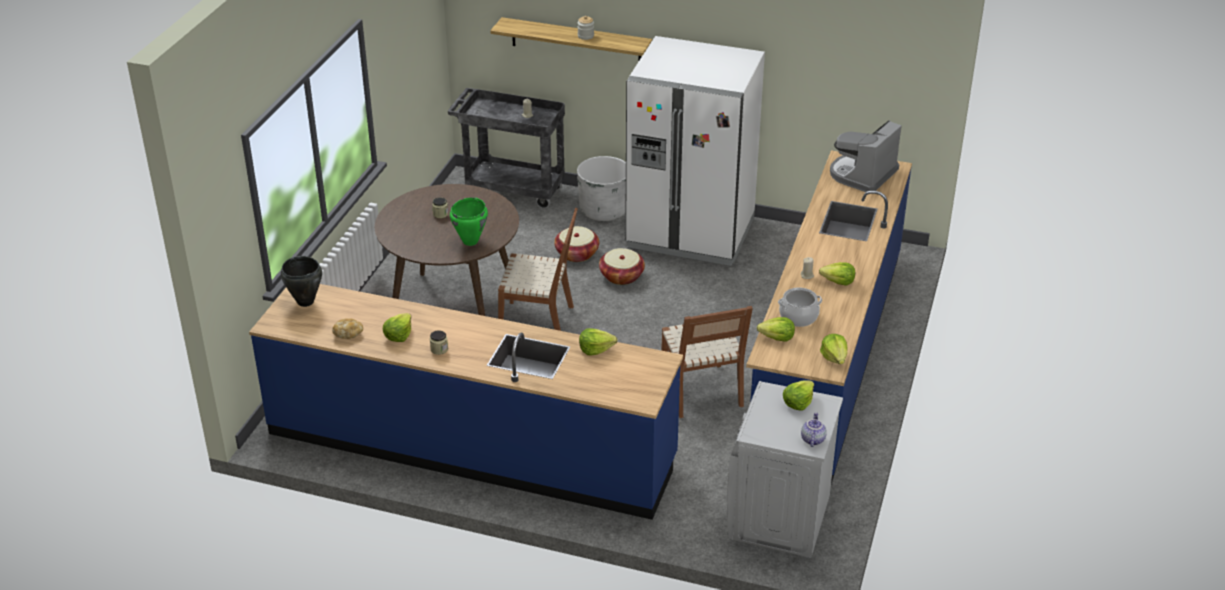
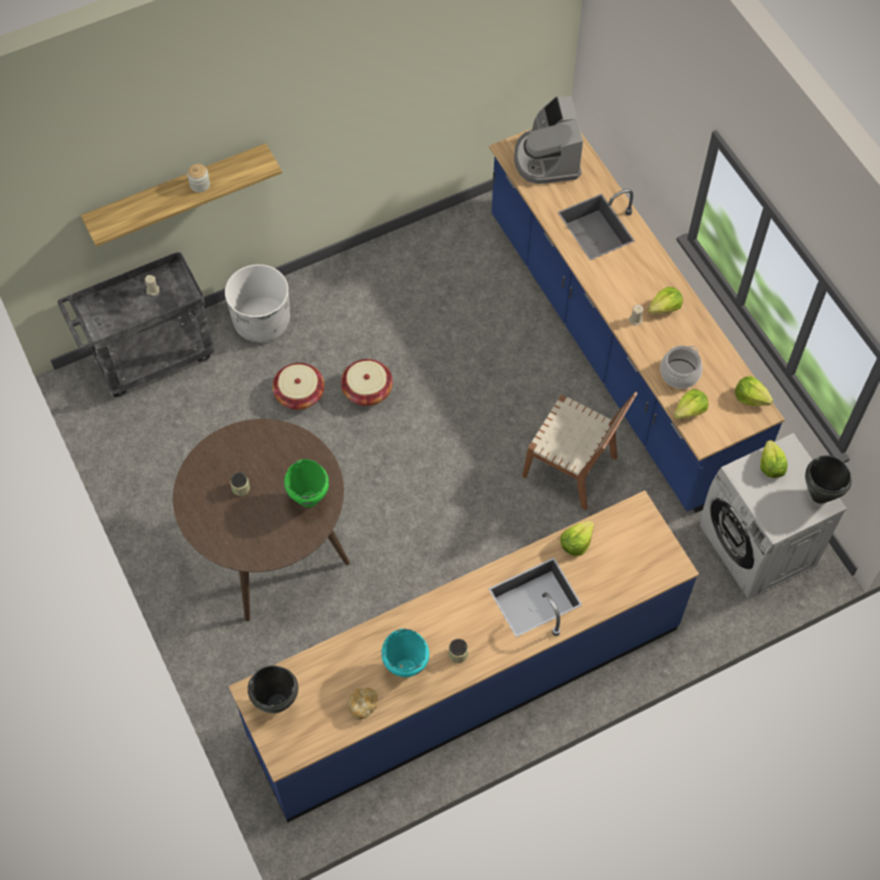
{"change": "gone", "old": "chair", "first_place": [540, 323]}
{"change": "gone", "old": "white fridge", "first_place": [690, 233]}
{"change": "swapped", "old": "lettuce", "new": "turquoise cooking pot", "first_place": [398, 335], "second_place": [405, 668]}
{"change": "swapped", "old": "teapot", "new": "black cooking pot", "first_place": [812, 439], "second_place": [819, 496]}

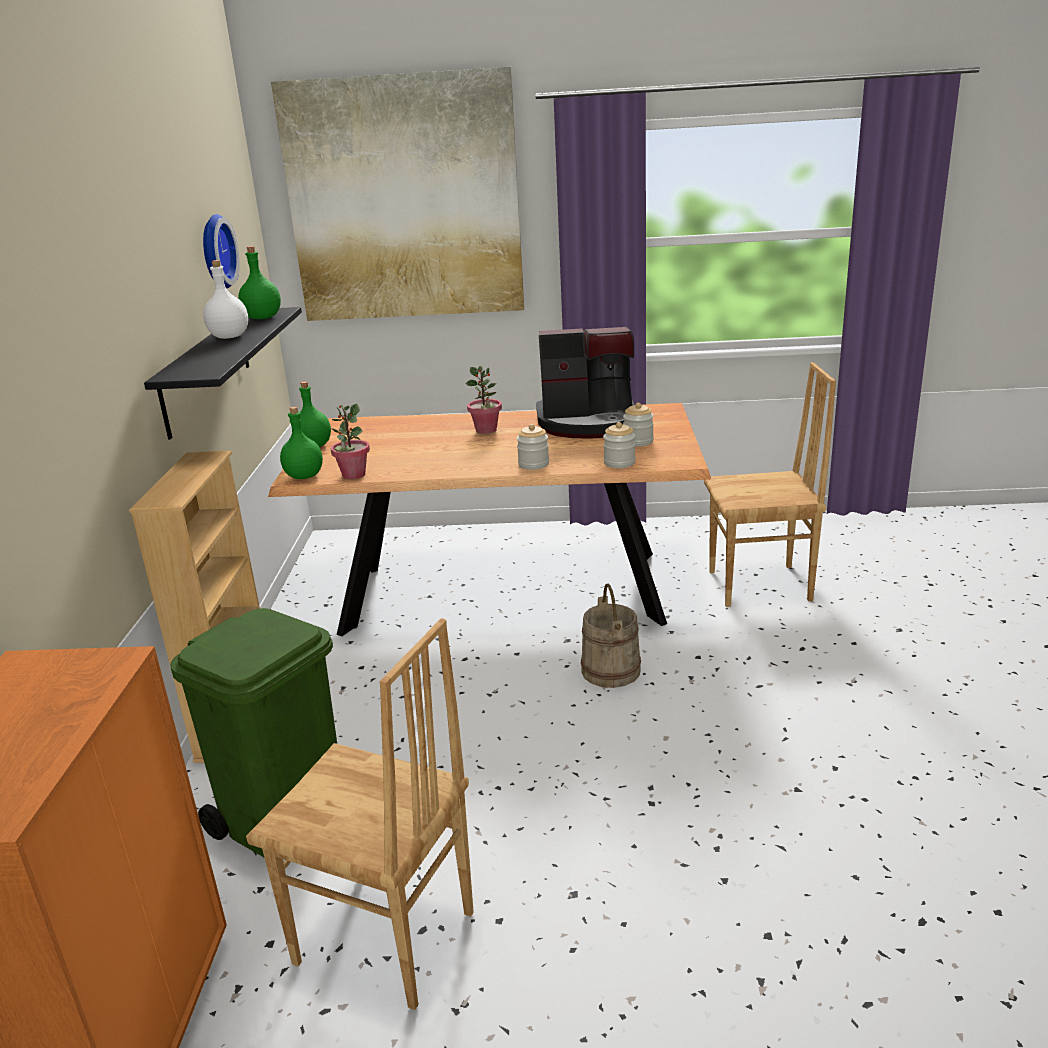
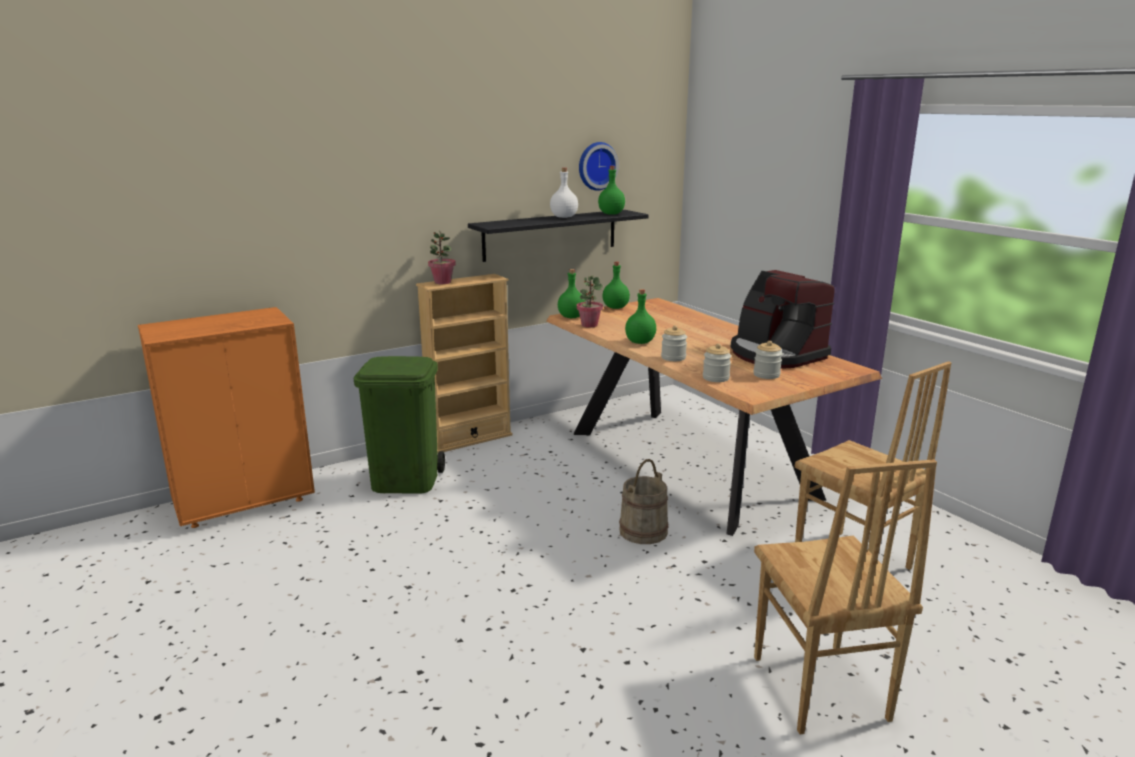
{"change": "gone", "old": "picture", "first_place": [404, 199]}
{"change": "new", "new": "green bottle", "second_place": [639, 342]}
{"change": "shifted", "old": "brown chair", "first_place": [384, 941], "second_place": [817, 689]}
{"change": "shifted", "old": "potted plant", "first_place": [486, 430], "second_place": [442, 282]}

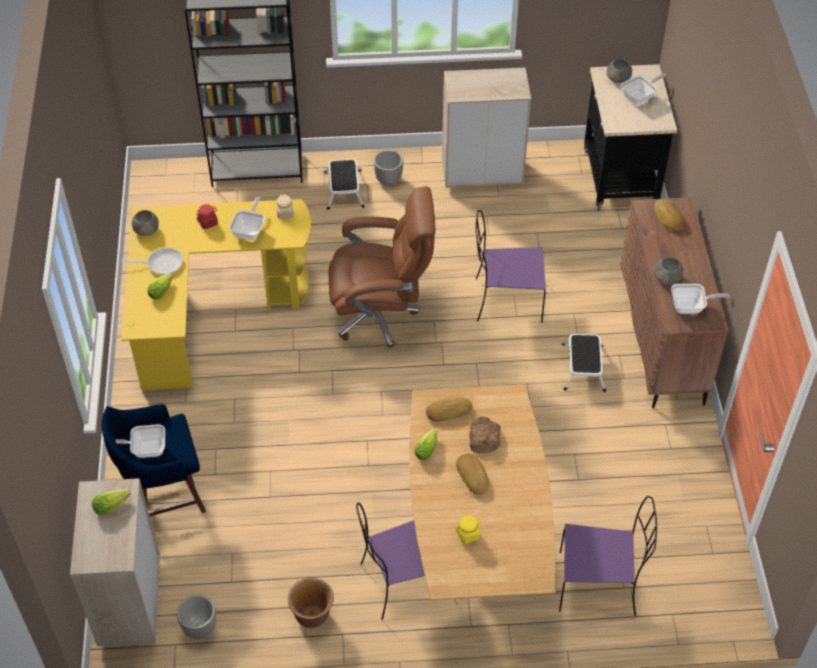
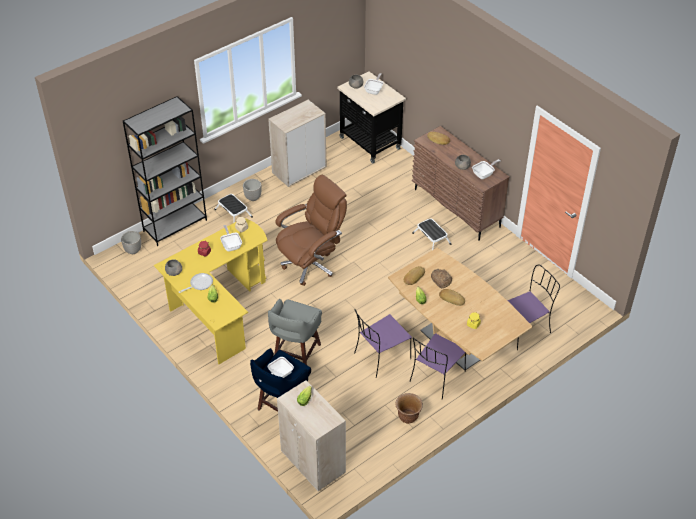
{"change": "new", "new": "grey stool", "second_place": [296, 354]}
{"change": "shifted", "old": "planter", "first_place": [200, 628], "second_place": [133, 250]}
{"change": "shifted", "old": "purple chair", "first_place": [506, 300], "second_place": [381, 357]}

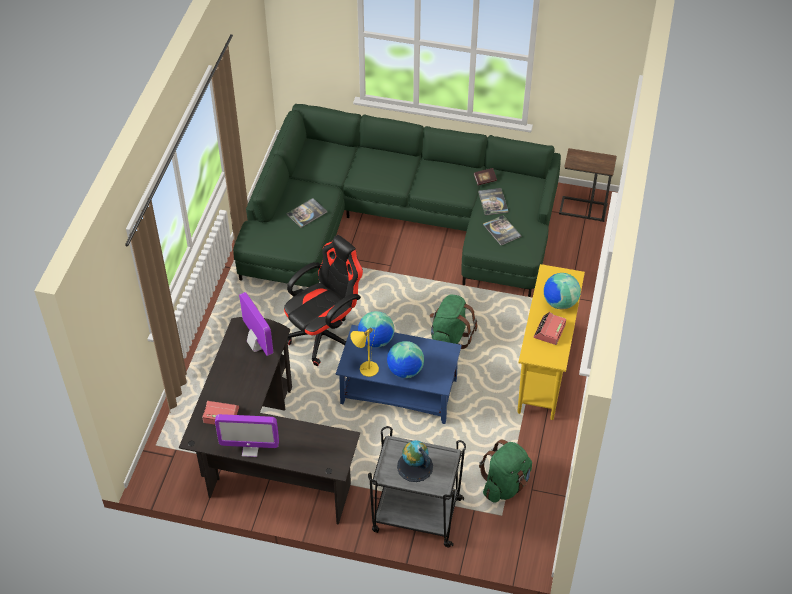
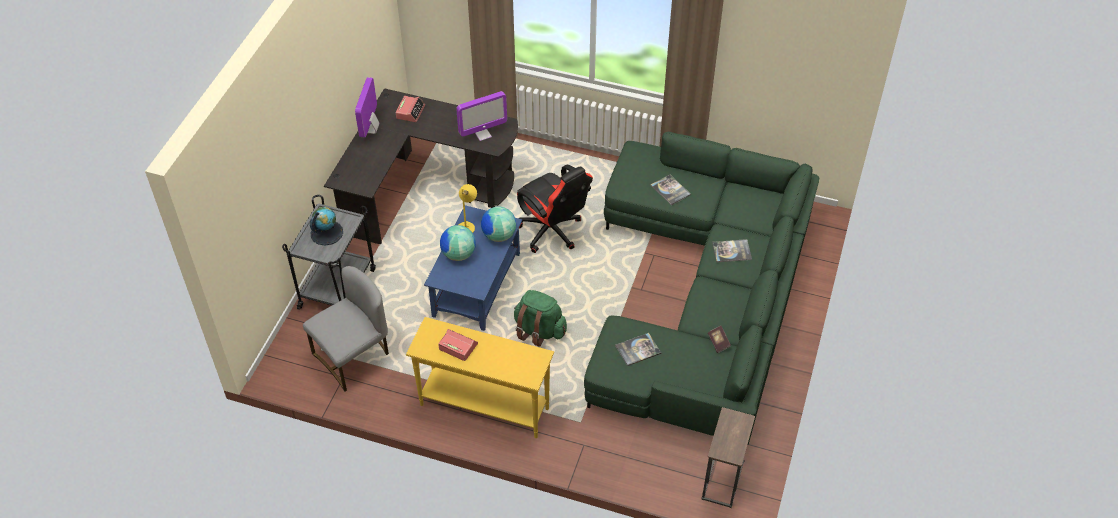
{"change": "gone", "old": "globe", "first_place": [559, 302]}
{"change": "shifted", "old": "book", "first_place": [493, 202], "second_place": [731, 251]}
{"change": "swapped", "old": "green backpack", "new": "grey chair", "first_place": [505, 484], "second_place": [353, 357]}

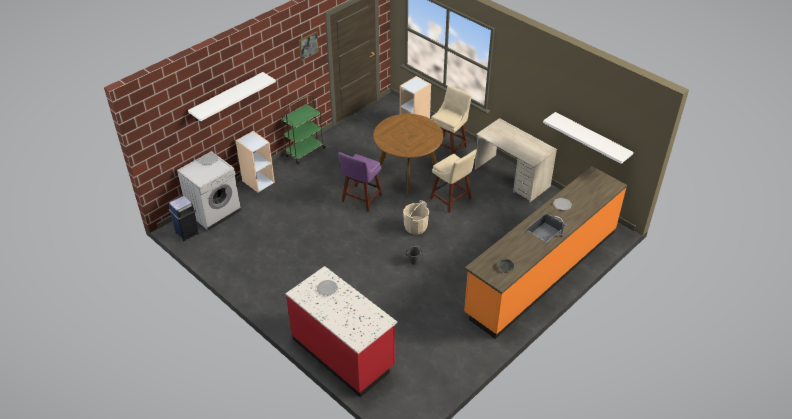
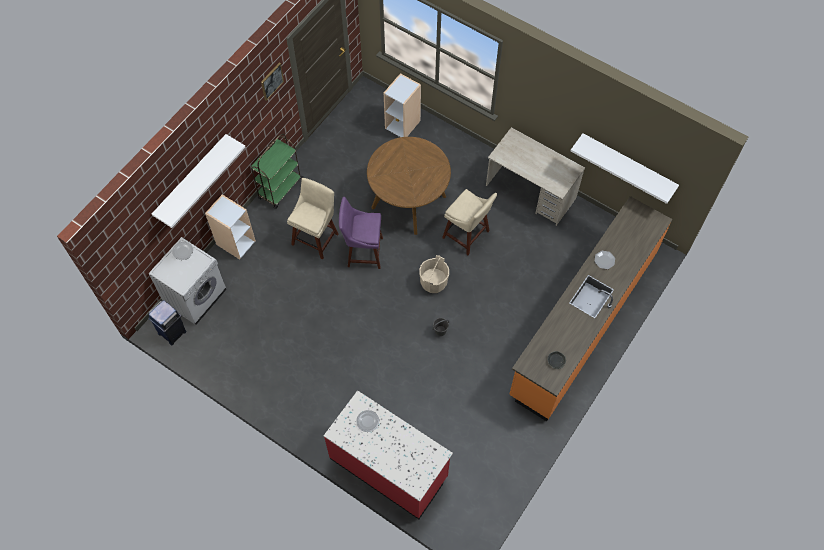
{"change": "shifted", "old": "beige chair", "first_place": [449, 146], "second_place": [316, 237]}
{"change": "rotated", "old": "purple chair", "first_place": [360, 199], "second_place": [362, 251], "degrees": 75}

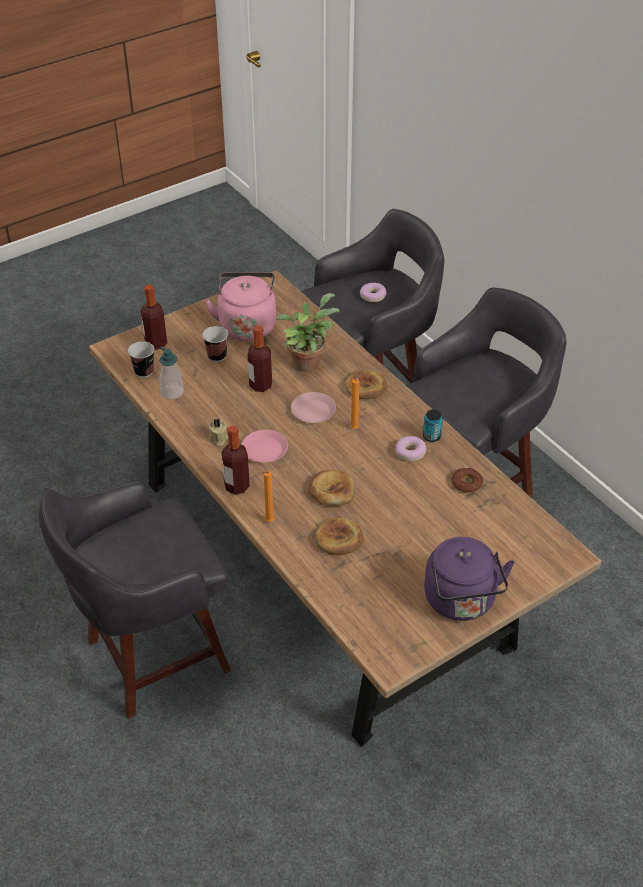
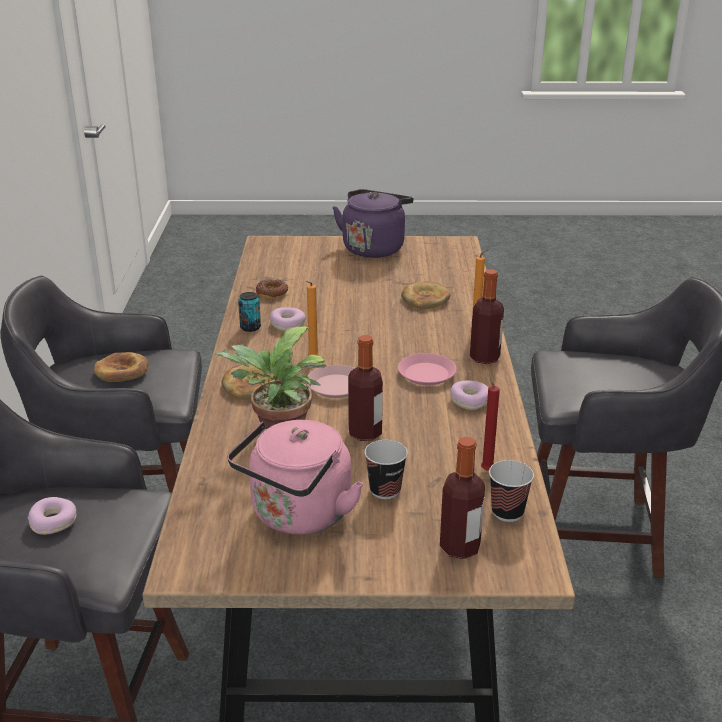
{"change": "shifted", "old": "bread", "first_place": [331, 491], "second_place": [122, 371]}
{"change": "swapped", "old": "soap dispenser", "new": "red candle", "first_place": [172, 392], "second_place": [486, 469]}
{"change": "swapped", "old": "beige candle", "new": "donut", "first_place": [218, 439], "second_place": [469, 400]}

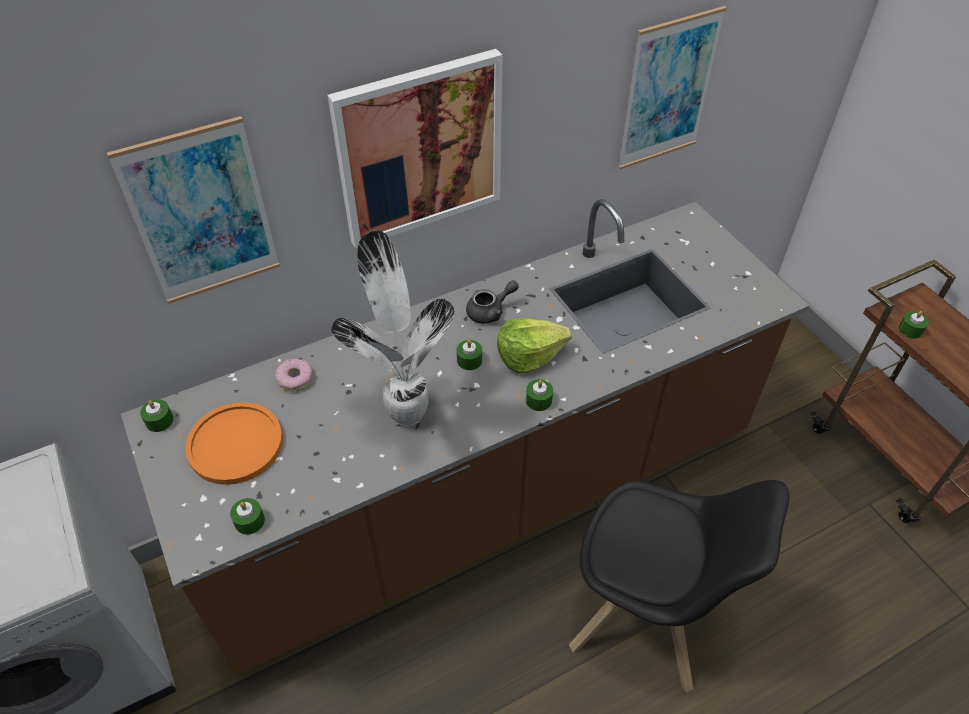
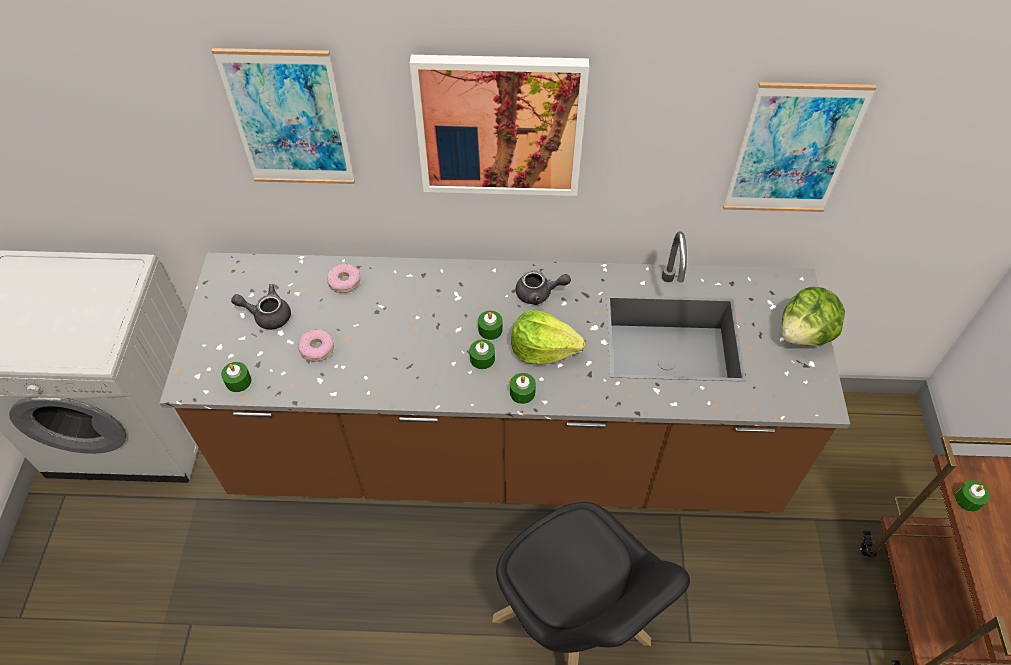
{"change": "gone", "old": "potted plant", "first_place": [407, 411]}
{"change": "new", "new": "donut", "second_place": [317, 349]}
{"change": "new", "new": "lettuce", "second_place": [805, 334]}
{"change": "shifted", "old": "green candle", "first_place": [159, 421], "second_place": [482, 359]}
{"change": "swapped", "old": "orange plate", "new": "grey teapot", "first_place": [235, 444], "second_place": [267, 315]}

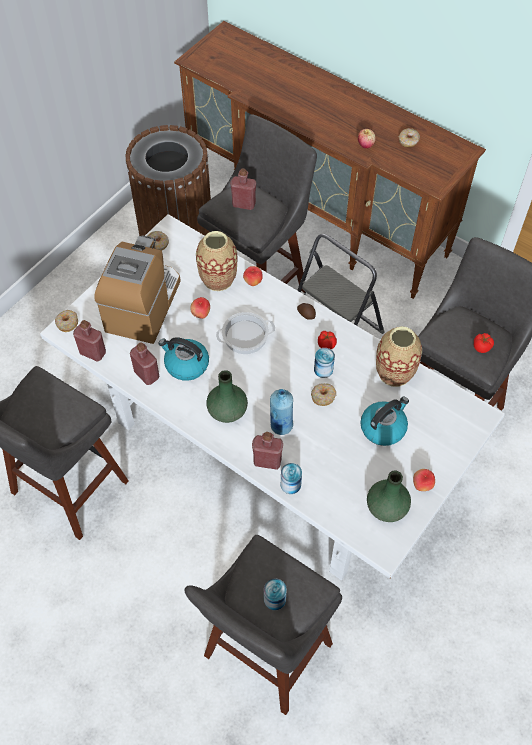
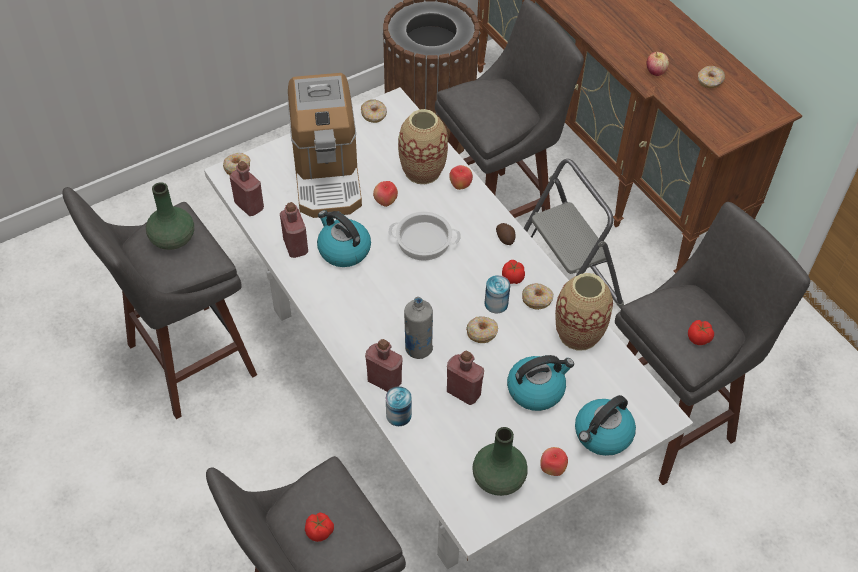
{"change": "new", "new": "donut", "second_place": [537, 299]}
{"change": "new", "new": "kettle", "second_place": [602, 435]}
{"change": "shifted", "old": "green vase", "first_place": [228, 411], "second_place": [173, 239]}
{"change": "shifted", "old": "red bottle", "first_place": [243, 204], "second_place": [463, 392]}
{"change": "swapped", "old": "can", "new": "tomato", "first_place": [274, 599], "second_place": [320, 531]}
{"change": "repainted", "old": "blue bottle", "new": "grey bottle", "first_place": [281, 426], "second_place": [418, 348]}
{"change": "rotated", "old": "coffee machine", "first_place": [143, 305], "second_place": [327, 174], "degrees": 135}

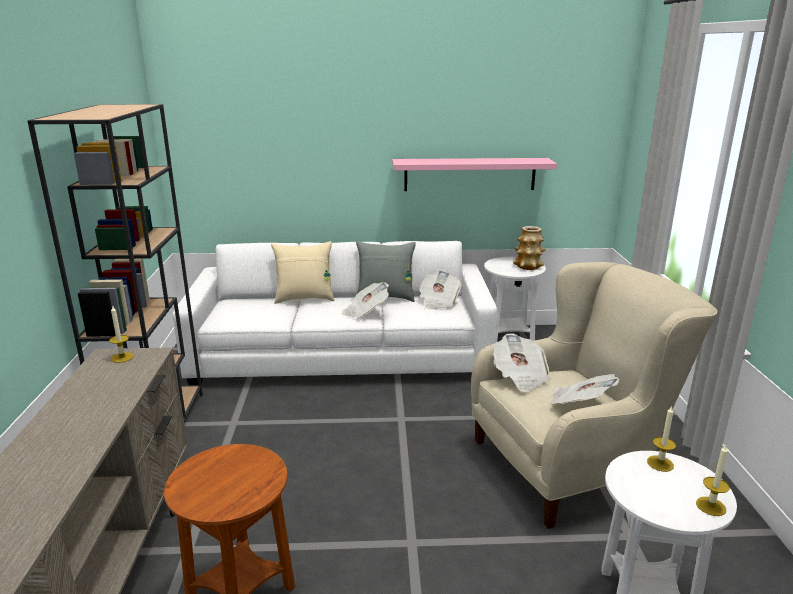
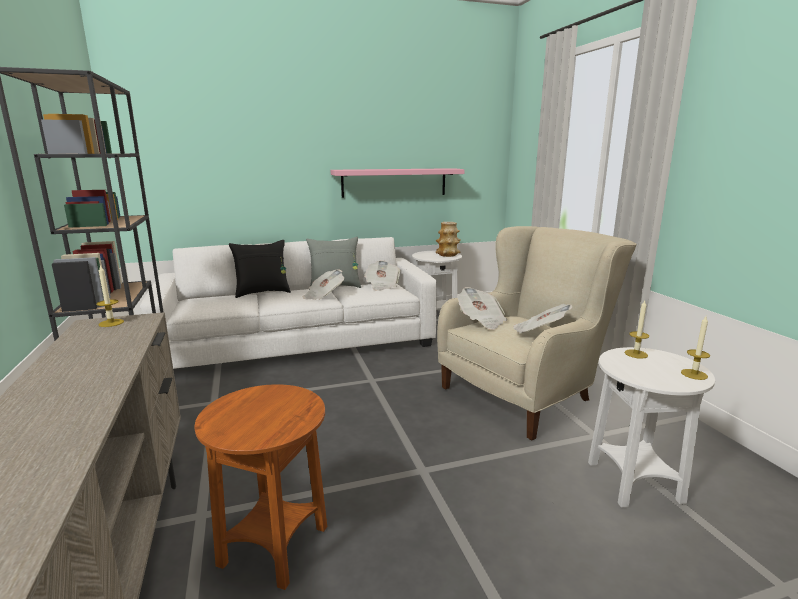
{"change": "repainted", "old": "beige pillow", "new": "black pillow", "first_place": [304, 299], "second_place": [262, 293]}

